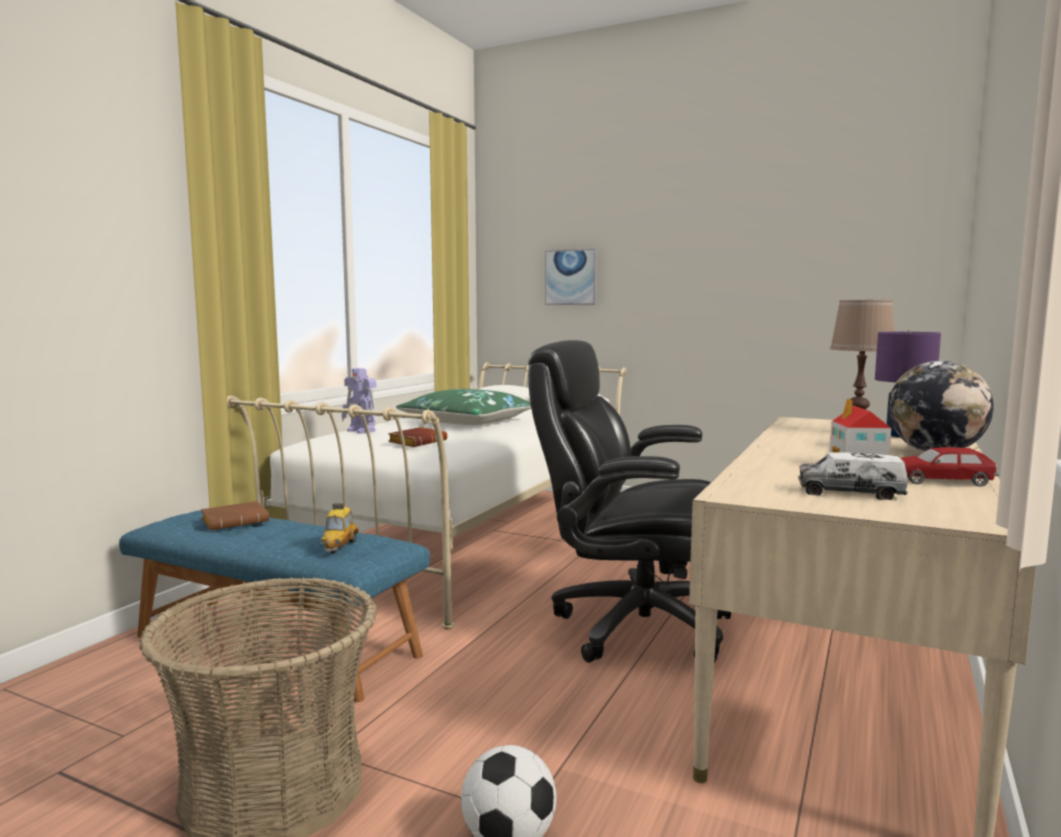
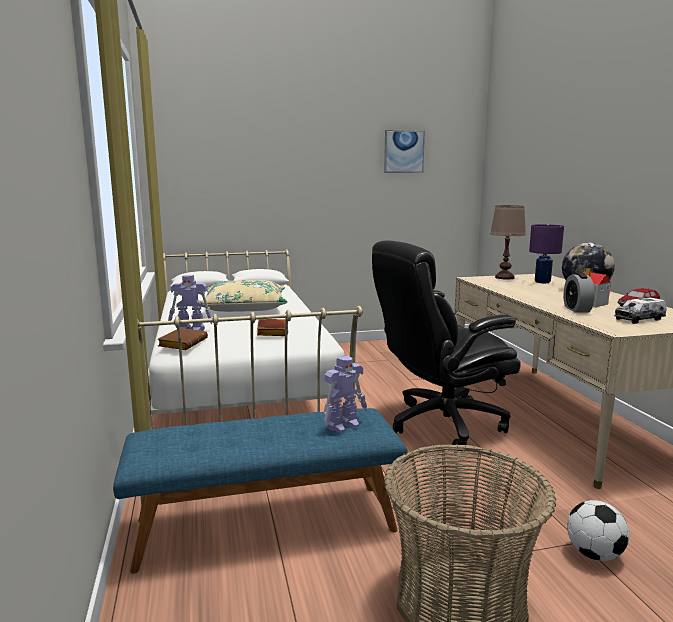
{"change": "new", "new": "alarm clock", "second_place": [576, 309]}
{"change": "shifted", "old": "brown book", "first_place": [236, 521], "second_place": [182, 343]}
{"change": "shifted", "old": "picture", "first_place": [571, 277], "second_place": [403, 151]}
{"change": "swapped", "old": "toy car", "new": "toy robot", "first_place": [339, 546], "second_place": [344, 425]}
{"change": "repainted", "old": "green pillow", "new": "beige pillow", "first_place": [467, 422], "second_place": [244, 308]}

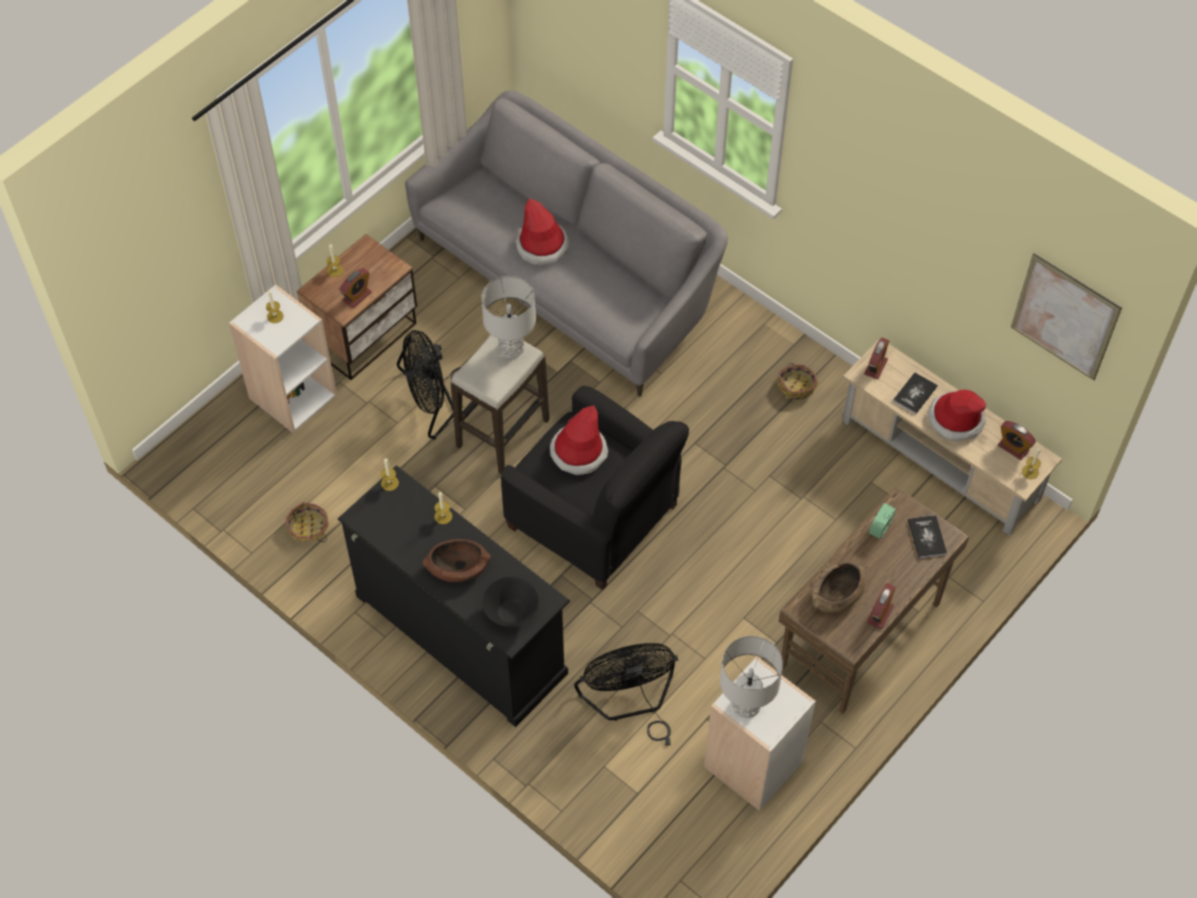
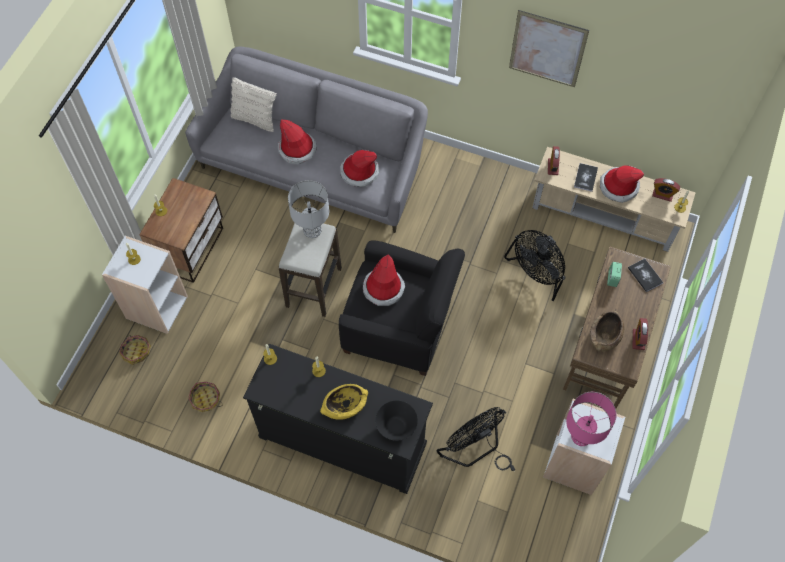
{"change": "gone", "old": "alarm clock", "first_place": [357, 296]}
{"change": "new", "new": "beige pillow", "second_place": [255, 119]}
{"change": "new", "new": "hat", "second_place": [359, 172]}
{"change": "shifted", "old": "black fan", "first_place": [434, 397], "second_place": [537, 271]}
{"change": "shifted", "old": "basket", "first_place": [796, 386], "second_place": [136, 351]}
{"change": "shifted", "old": "picture", "first_place": [1064, 317], "second_place": [547, 49]}
{"change": "repainted", "old": "brown bowl", "new": "yellow bowl", "first_place": [458, 567], "second_place": [345, 405]}
{"change": "repainted", "old": "white table lamp", "new": "pink table lamp", "first_place": [746, 704], "second_place": [581, 436]}

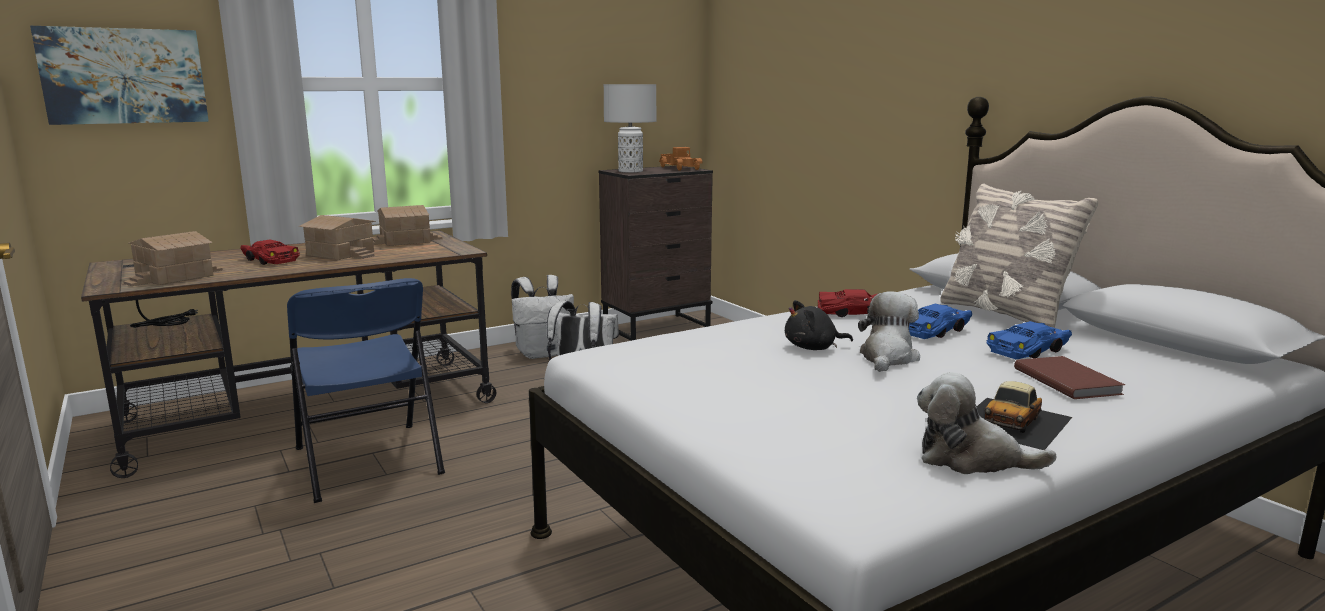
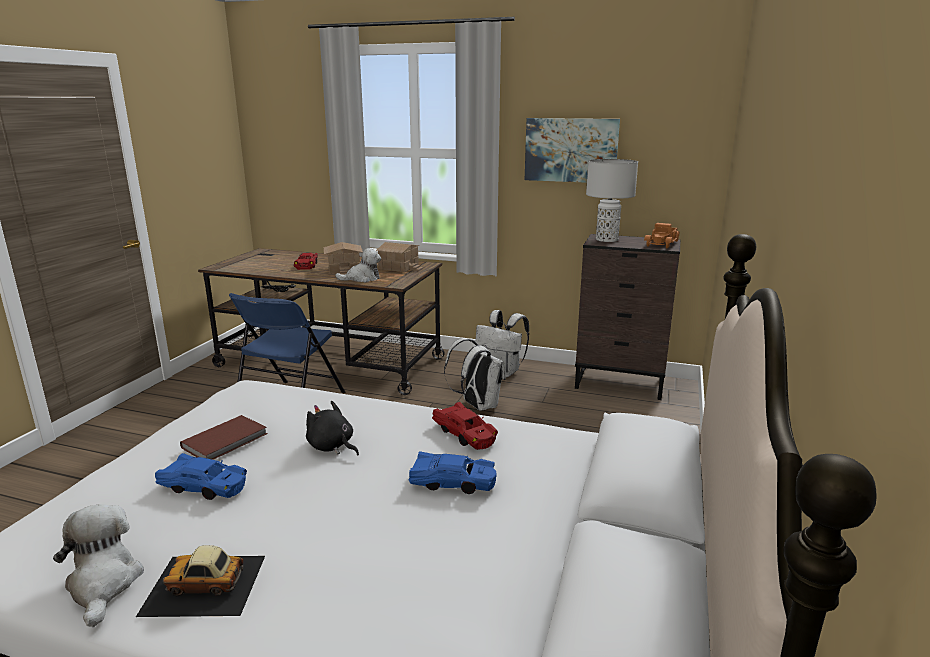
{"change": "gone", "old": "toy house", "first_place": [174, 276]}
{"change": "gone", "old": "beige pillow", "first_place": [1004, 316]}
{"change": "shifted", "old": "picture", "first_place": [124, 76], "second_place": [571, 150]}
{"change": "shifted", "old": "plush toy", "first_place": [887, 358], "second_place": [362, 278]}
{"change": "shifted", "old": "blue toy car", "first_place": [1029, 351], "second_place": [204, 486]}
{"change": "shifted", "old": "brown book", "first_place": [1067, 380], "second_place": [227, 441]}

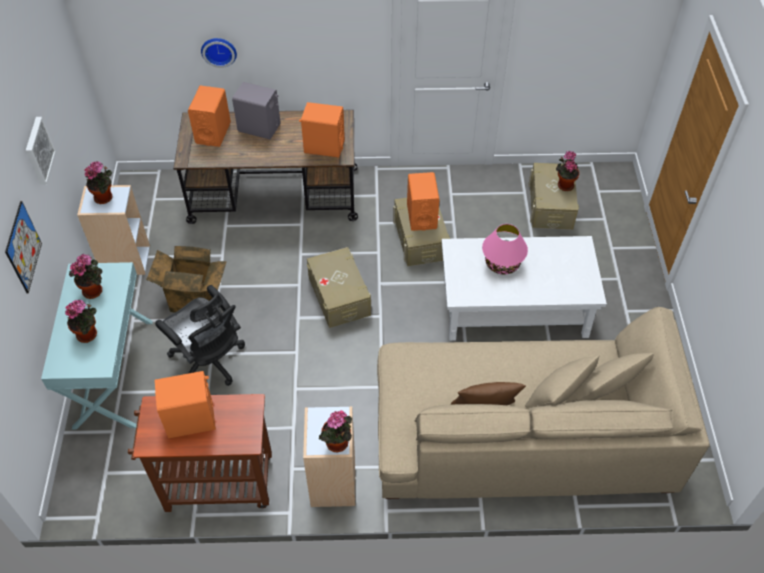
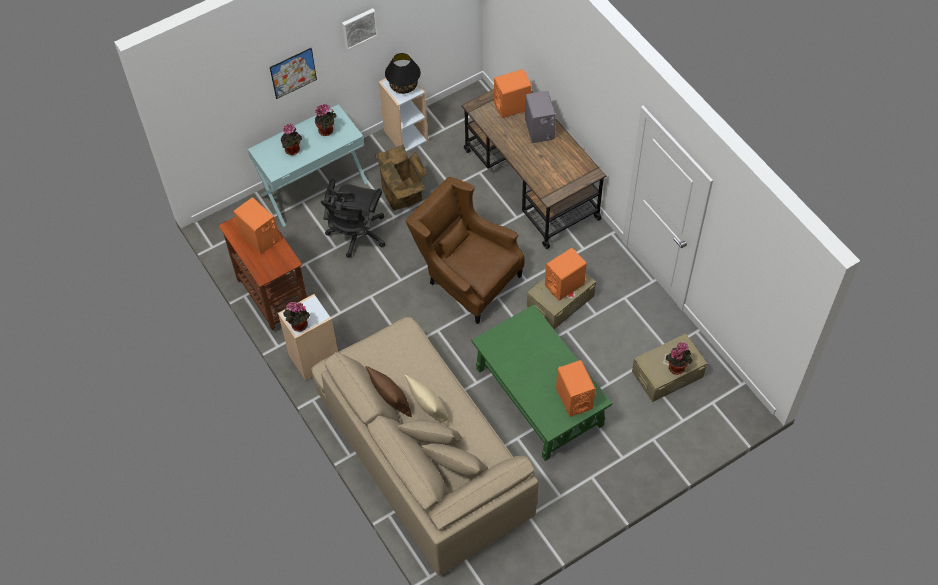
{"change": "gone", "old": "wall clock", "first_place": [219, 50]}
{"change": "gone", "old": "pink table lamp", "first_place": [502, 264]}
{"change": "new", "new": "beige pillow", "second_place": [429, 411]}
{"change": "shifted", "old": "orange speaker", "first_place": [324, 147], "second_place": [574, 398]}
{"change": "swapped", "old": "potted plant", "new": "black table lamp", "first_place": [105, 197], "second_place": [404, 86]}
{"change": "swapped", "old": "beige storage box", "new": "brown armchair", "first_place": [339, 296], "second_place": [467, 278]}
{"change": "repainted", "old": "white coffee table", "new": "green coffee table", "first_place": [514, 307], "second_place": [538, 396]}

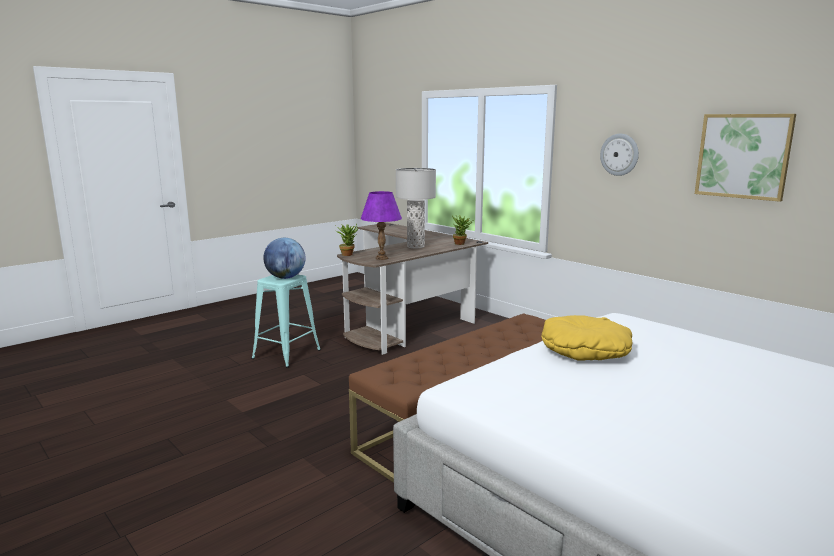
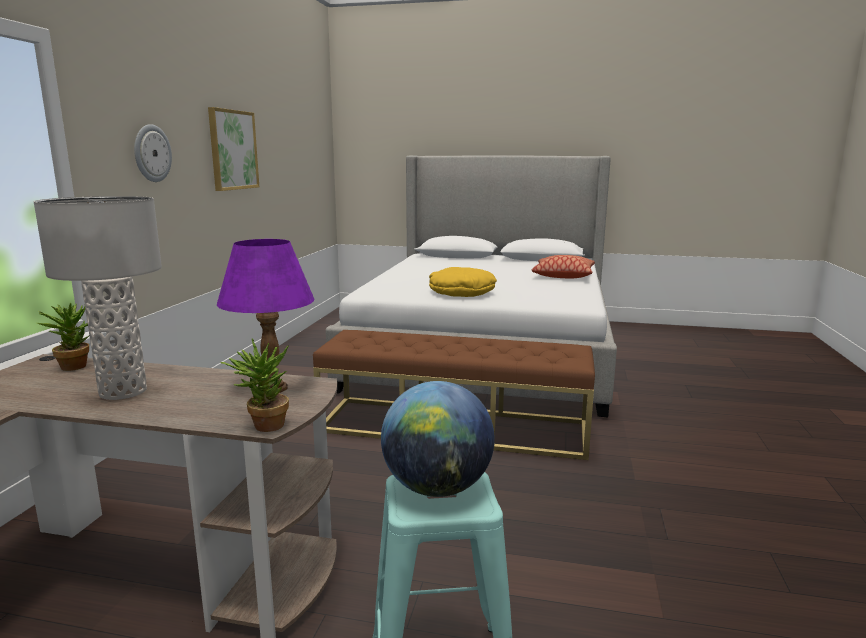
{"change": "new", "new": "pillow", "second_place": [563, 276]}

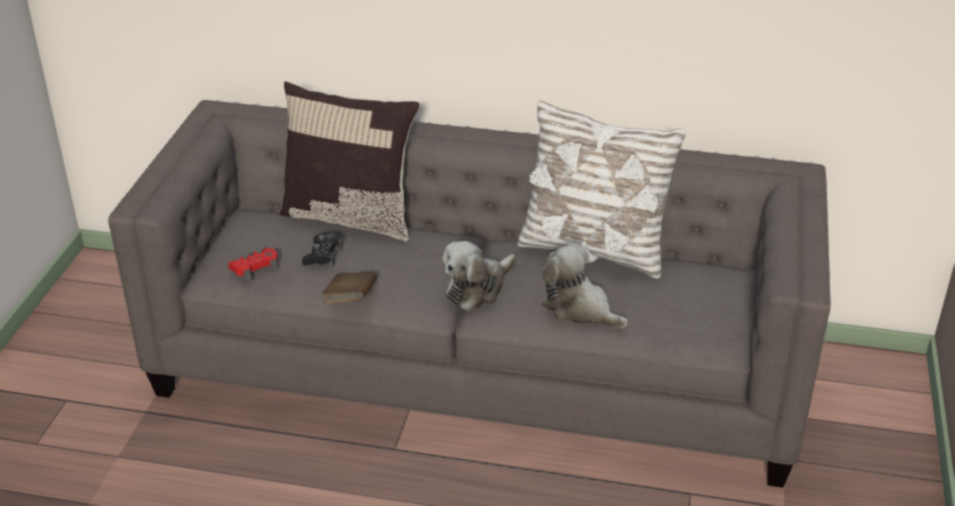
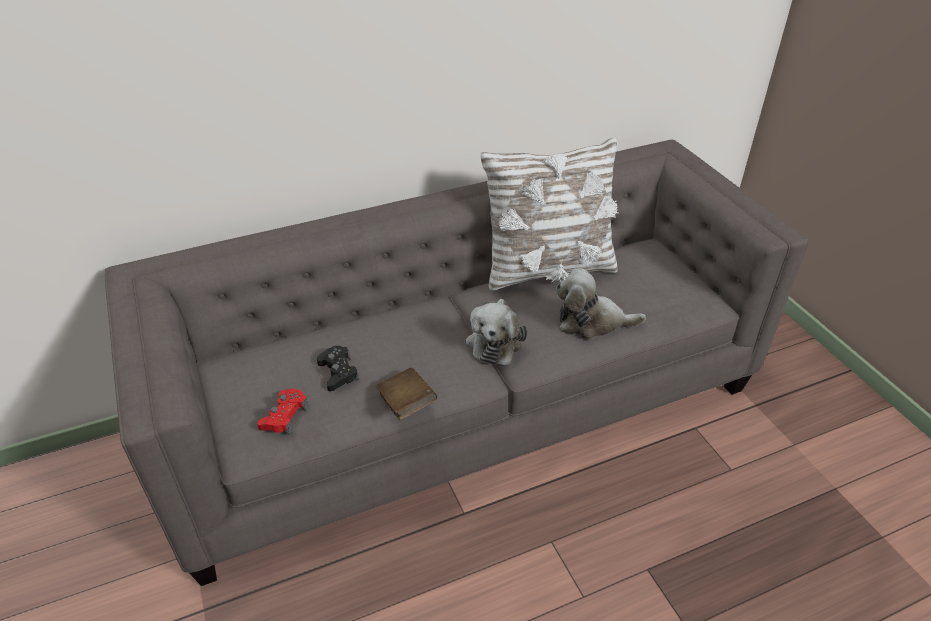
{"change": "gone", "old": "pillow", "first_place": [350, 217]}

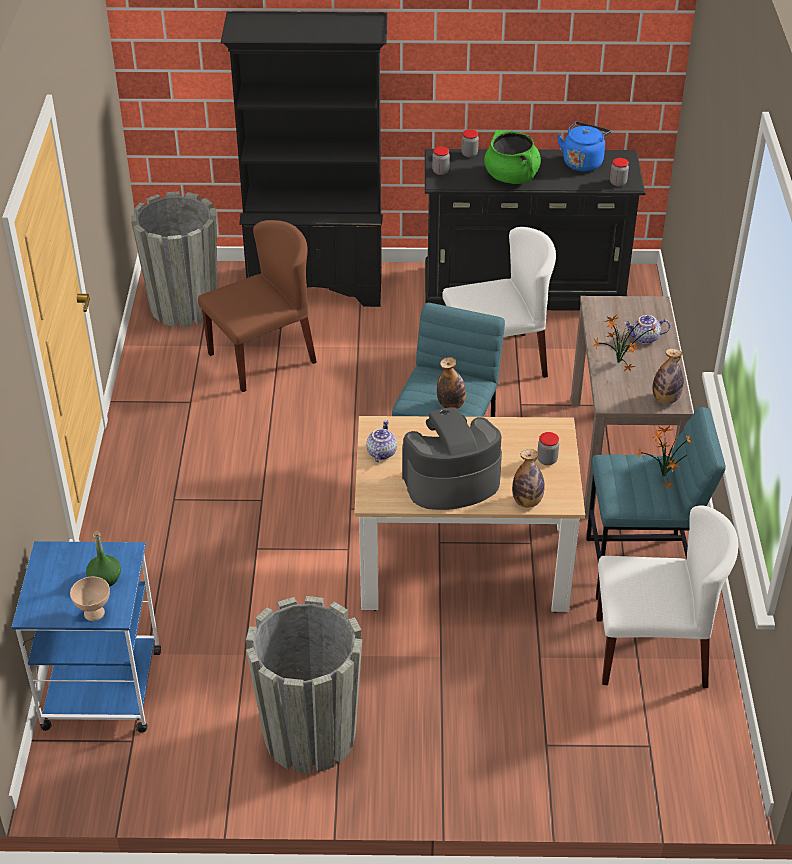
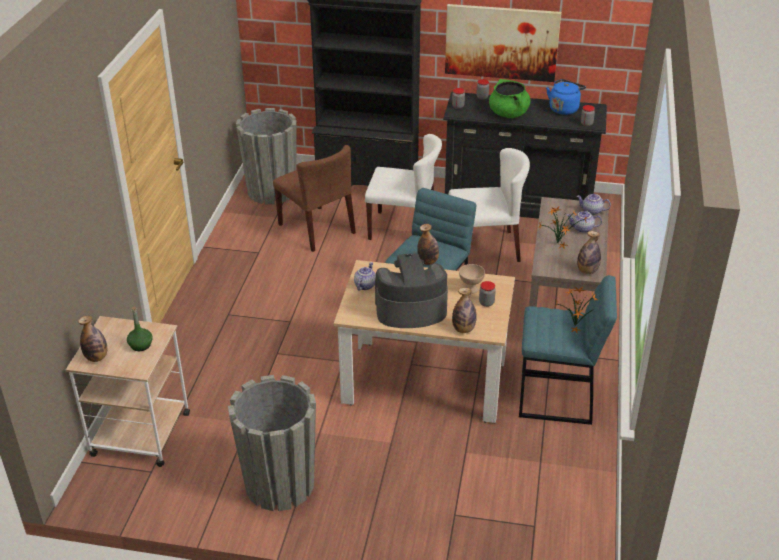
{"change": "new", "new": "bottle", "second_place": [96, 357]}
{"change": "new", "new": "picture", "second_place": [501, 42]}
{"change": "new", "new": "teapot", "second_place": [591, 211]}
{"change": "shifted", "old": "beige bowl", "first_place": [93, 613], "second_place": [470, 289]}
{"change": "shifted", "old": "white chair", "first_place": [652, 651], "second_place": [403, 228]}
{"change": "repainted", "old": "blue cart", "new": "beige cart", "first_place": [102, 687], "second_place": [141, 432]}
{"change": "rotated", "old": "brown chair", "first_place": [262, 357], "second_place": [317, 229], "degrees": 75}

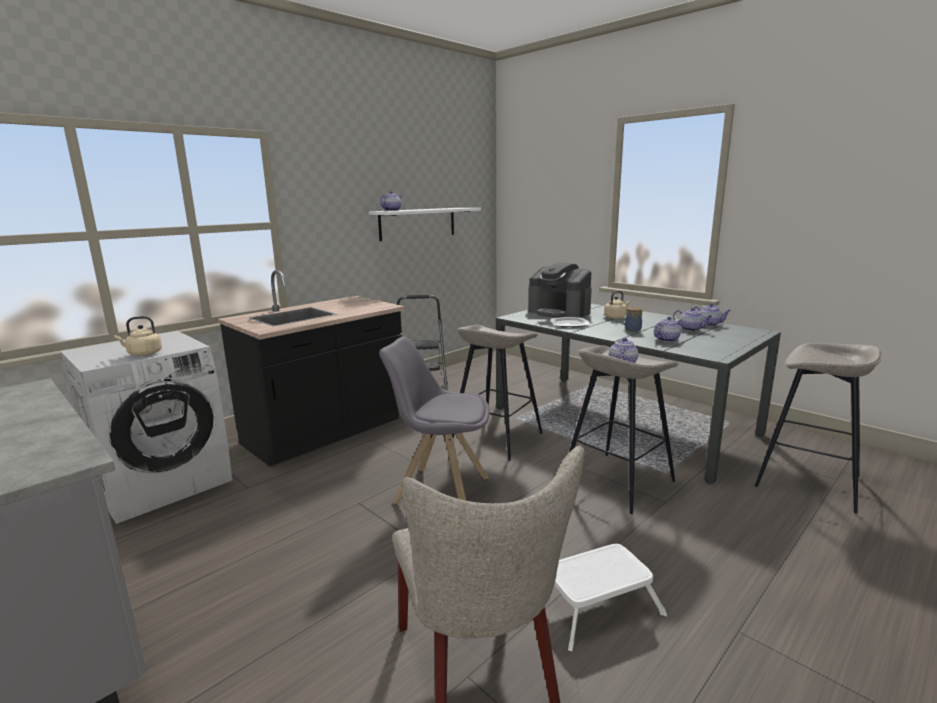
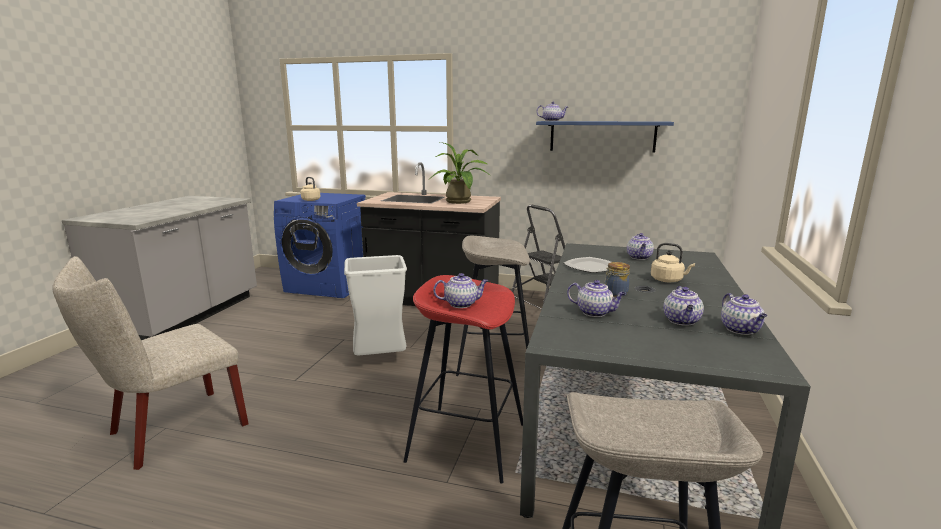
{"change": "gone", "old": "white step ladder", "first_place": [596, 604]}
{"change": "new", "new": "potted plant", "second_place": [460, 202]}
{"change": "swapped", "old": "grey chair", "new": "grey trash can", "first_place": [441, 490], "second_place": [381, 361]}
{"change": "swapped", "old": "coffee machine", "new": "teapot", "first_place": [559, 312], "second_place": [639, 257]}
{"change": "repainted", "old": "white washing machine", "new": "blue washing machine", "first_place": [165, 487], "second_place": [328, 288]}
{"change": "repainted", "old": "white shelf", "new": "blue shelf", "first_place": [418, 223], "second_place": [602, 136]}
{"change": "repainted", "old": "grey stool", "new": "red stool", "first_place": [617, 481], "second_place": [466, 441]}

